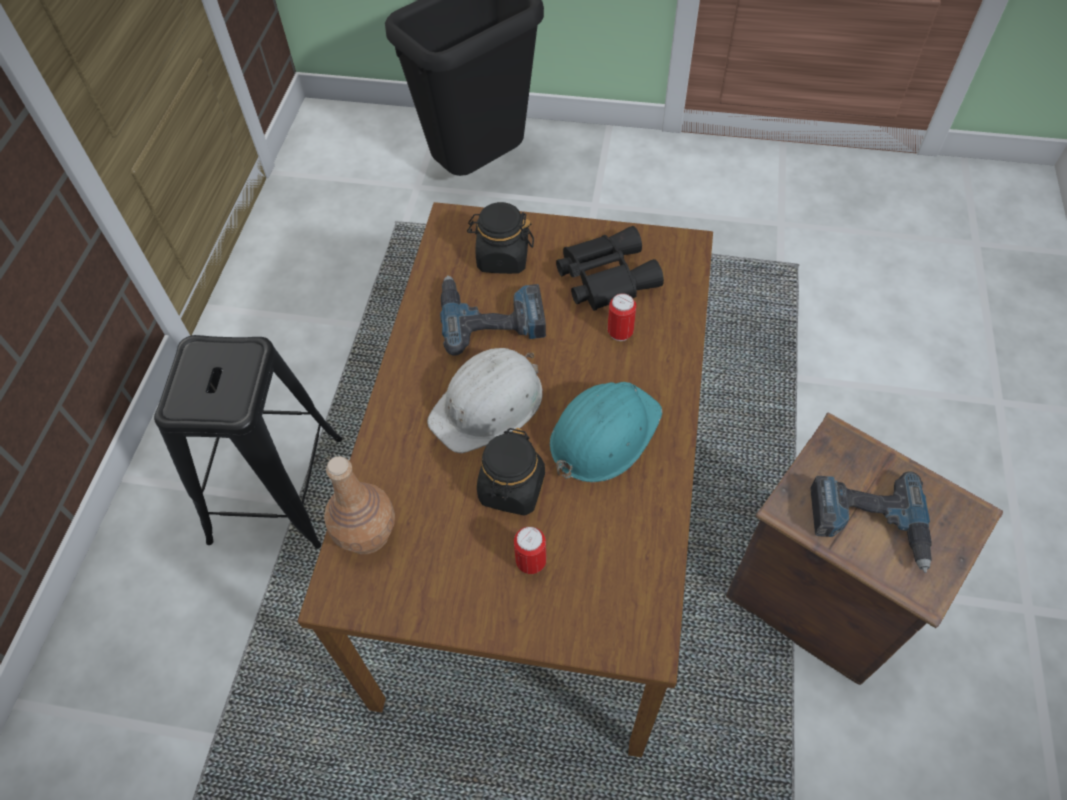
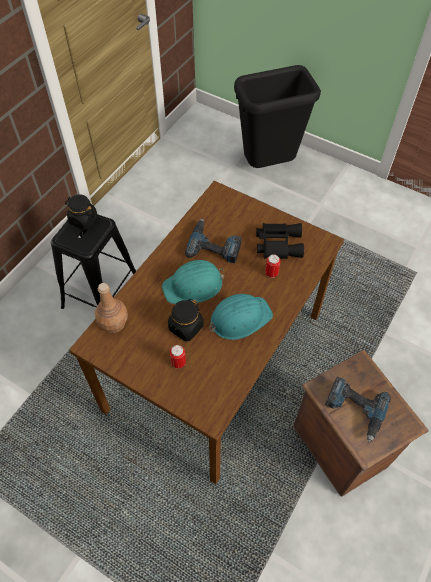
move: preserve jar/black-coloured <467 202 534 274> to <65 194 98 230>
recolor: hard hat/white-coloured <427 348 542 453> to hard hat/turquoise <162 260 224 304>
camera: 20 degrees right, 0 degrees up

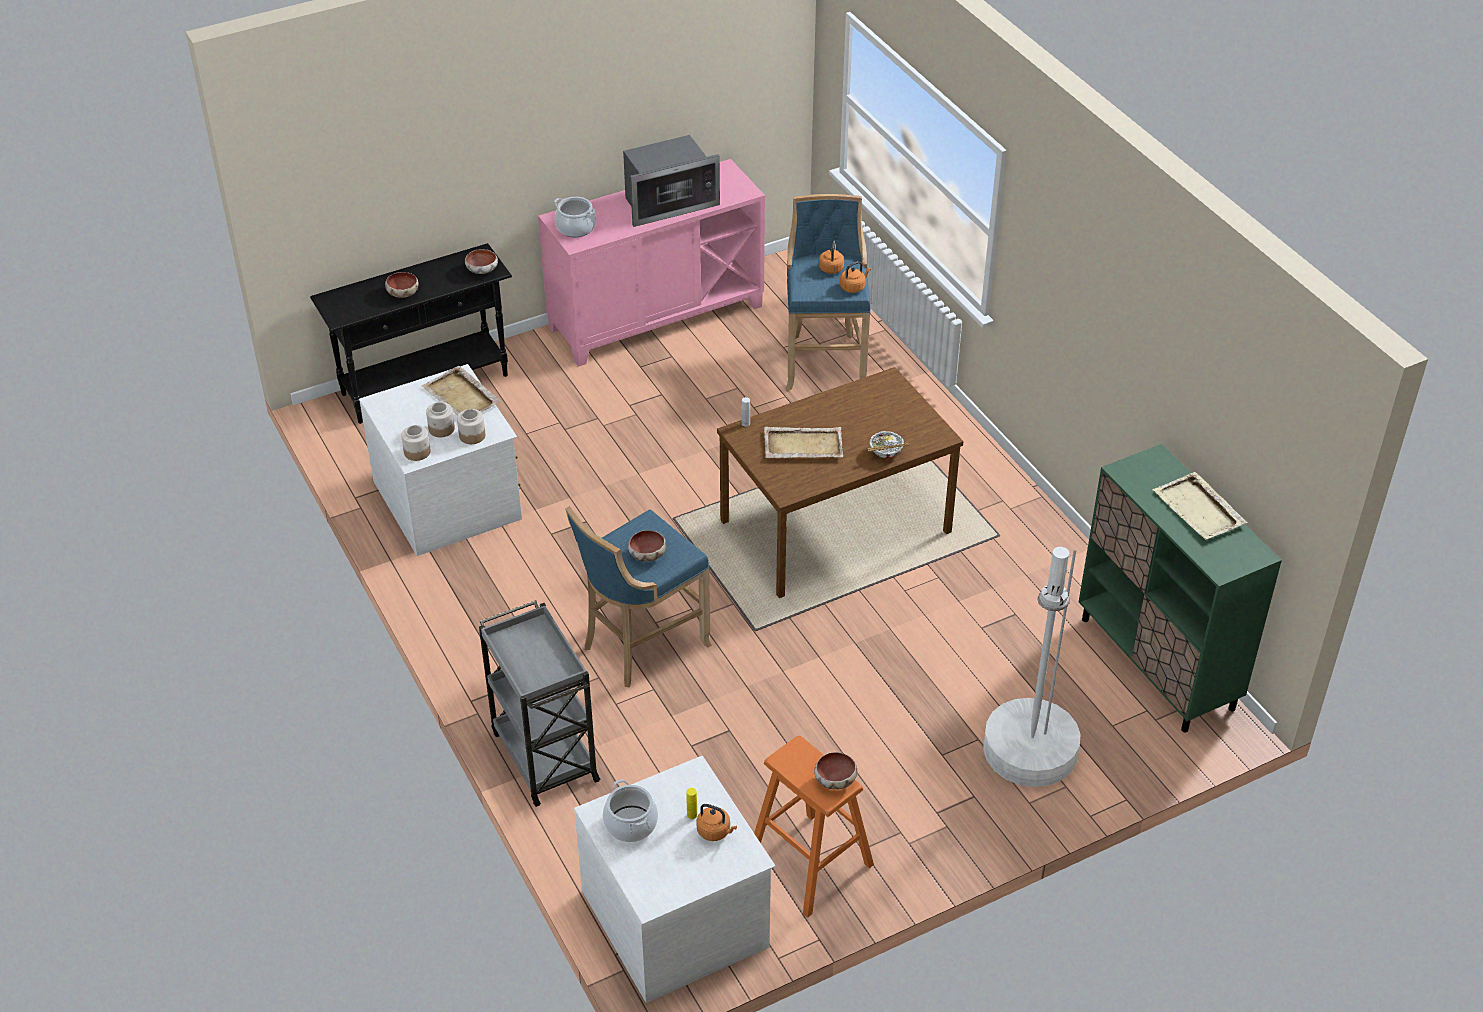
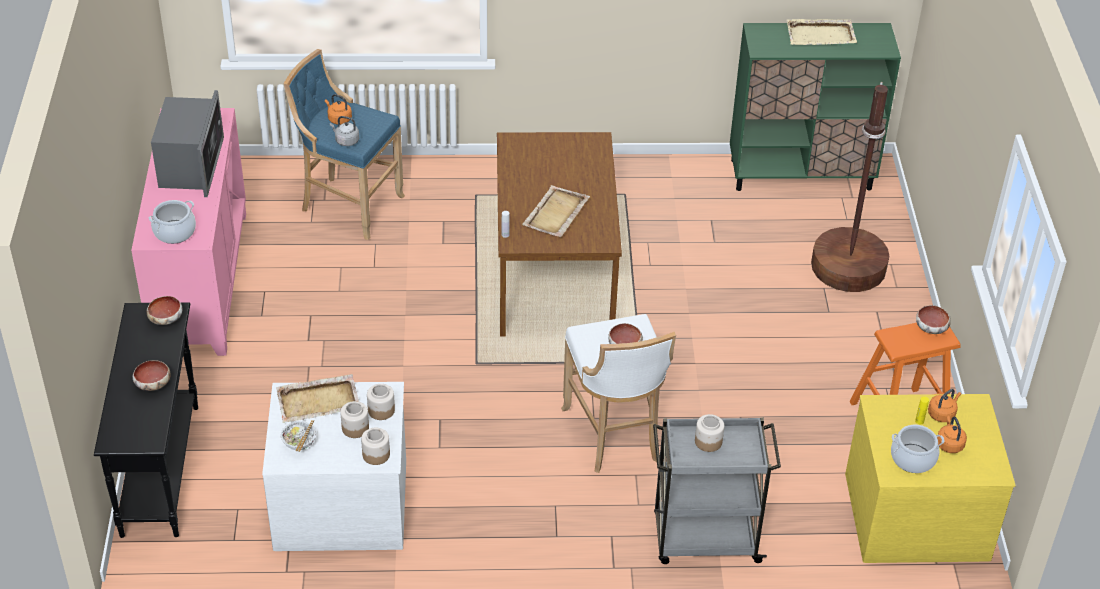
insert: tea kettle/grey <330 116 359 146>; preserve jar <695 414 724 452>
move: tea kettle/orangey <840 261 871 293> to <937 416 967 453>; bowl <867 431 909 458> to <280 420 316 452>
recolor: stool/bluish <565 506 712 688> to stool/white-coloured <561 314 676 473>; dresser/white-coloured <574 756 775 1003> to dresser/yellow <845 394 1016 563>; floor lamp/white-coloured <983 547 1081 787> to floor lamp/brown <811 82 889 292>
camera: 65 degrees left, 0 degrees up

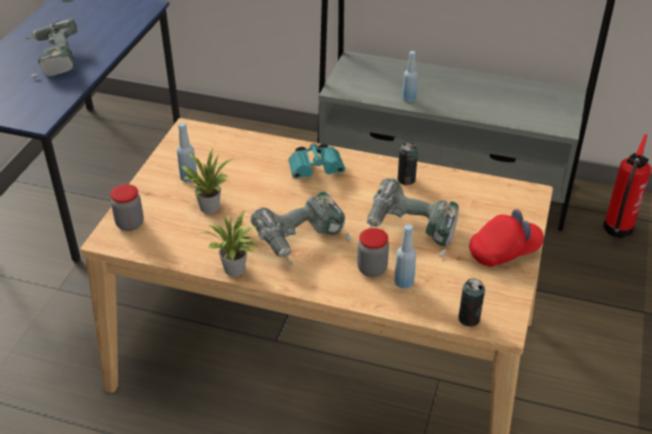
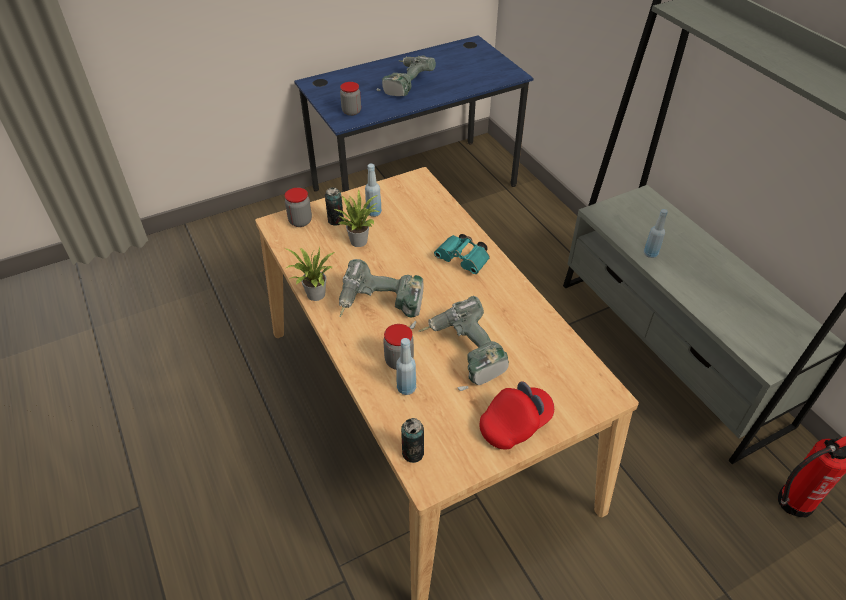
insert: preserve jar <340 82 361 116>
move: can <397 143 418 185> to <325 187 344 226>
rotate: baseball cap/reddish <469 209 544 267> = <480 381 554 449> 60 degrees counterclockwise
camera: 45 degrees right, 5 degrees up

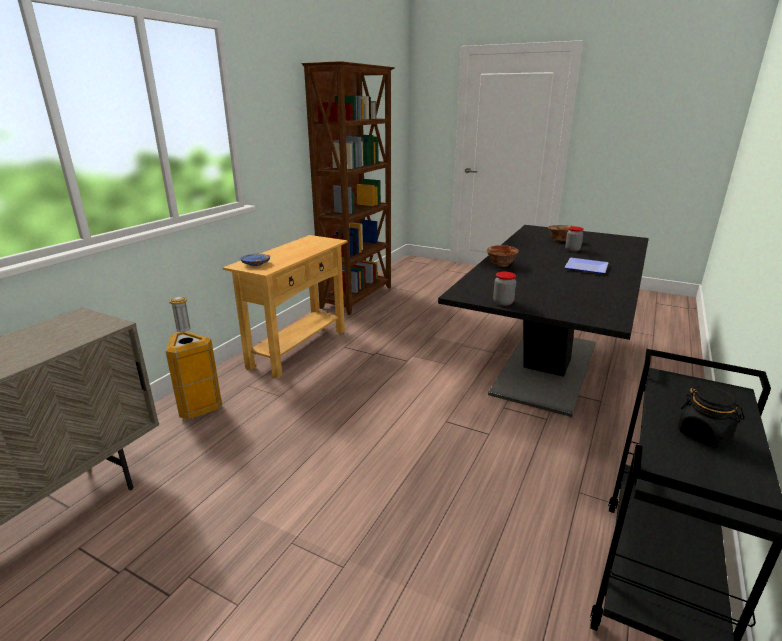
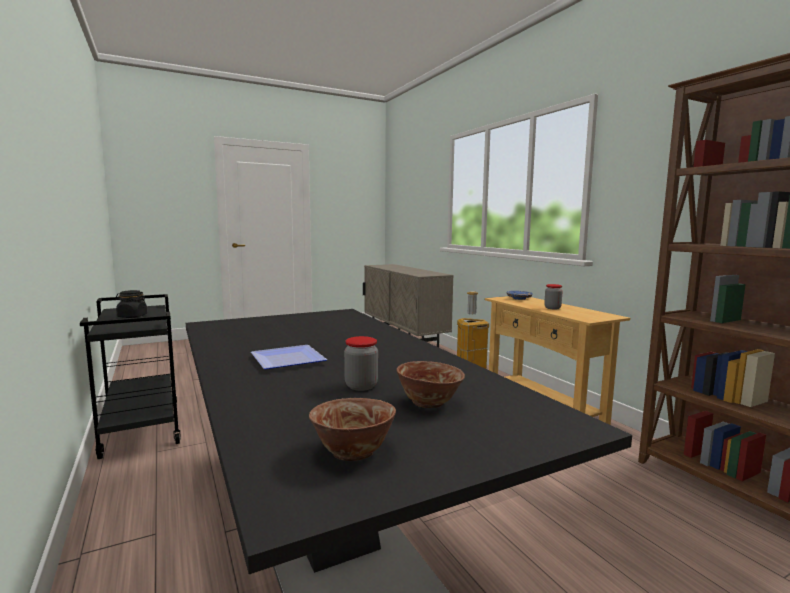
move: bowl <486 245 519 267> to <309 398 396 461>; preserve jar <493 272 516 306> to <544 284 563 309>
camera: 125 degrees right, 15 degrees down

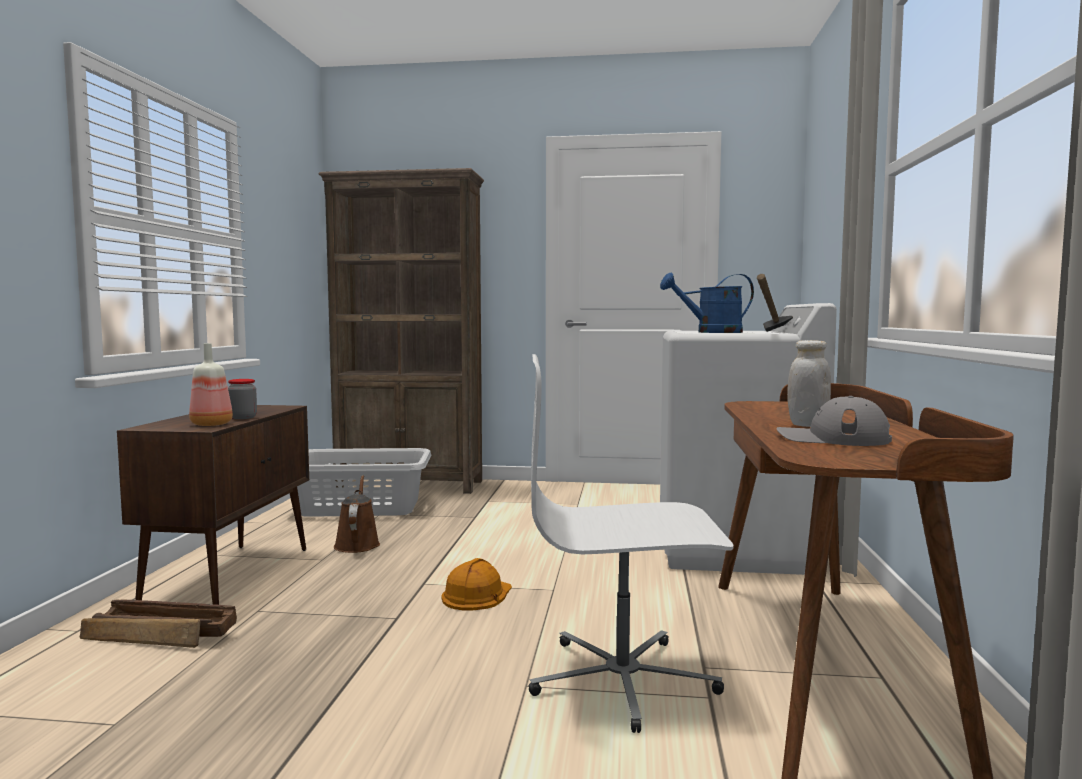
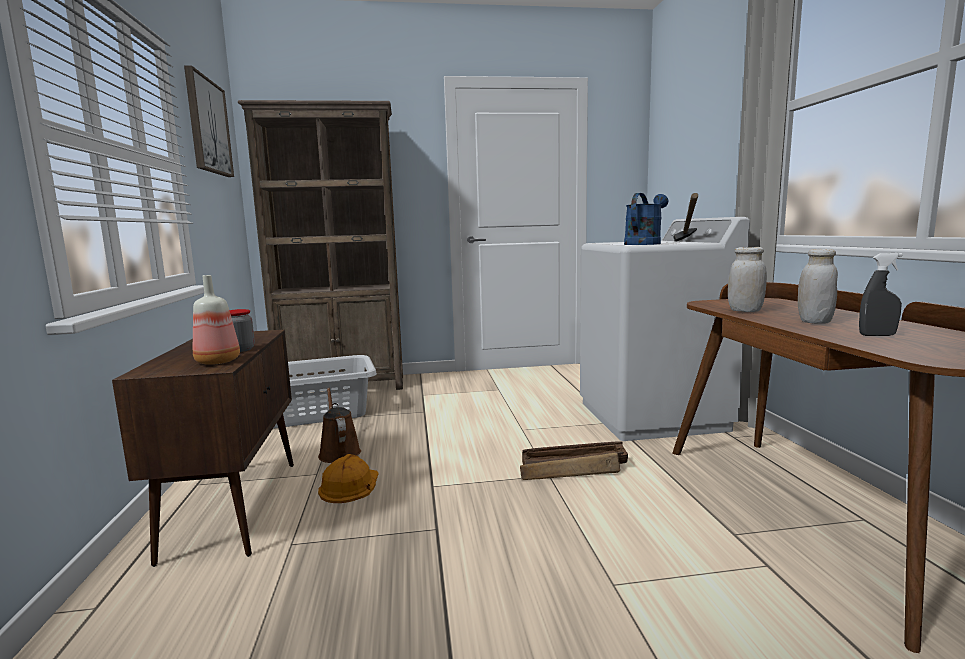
delete: computer chair/white-coloured <529 354 734 733>
insert: wall picture <184 66 234 177>; preserve jar/white-coloured <728 247 767 312>
move: shipping crate <80 599 237 648> to <520 441 628 480>; hard hat/orangey <441 558 512 611> to <318 454 379 503>
replace: baseball cap/grey <777 396 892 446> to hand sprayer/grey <859 253 903 336>
rotate: watering pot/bluish <660 272 754 333> = <624 193 669 245> 150 degrees clockwise
camera: 15 degrees left, 5 degrees up

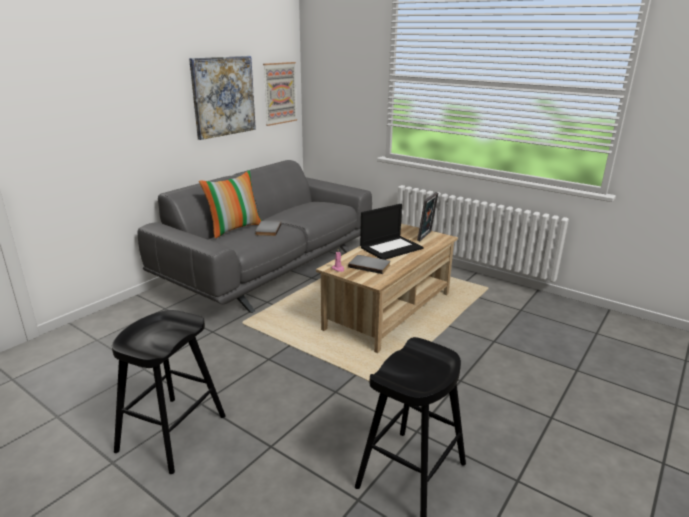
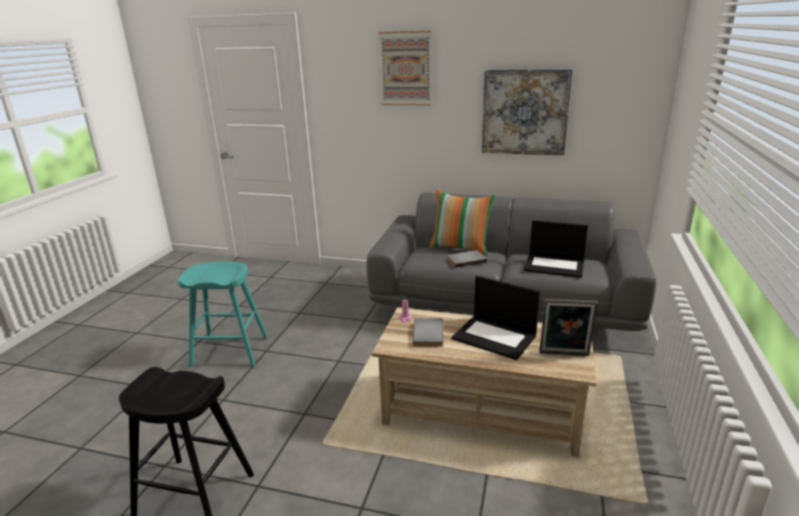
insert: notebook computer <524 220 588 278>
move: wall picture <263 62 297 126> to <378 30 432 105>
recolor: stool/black-coloured <112 310 225 474> to stool/turquoise <178 261 268 367>
camera: 70 degrees right, 0 degrees up

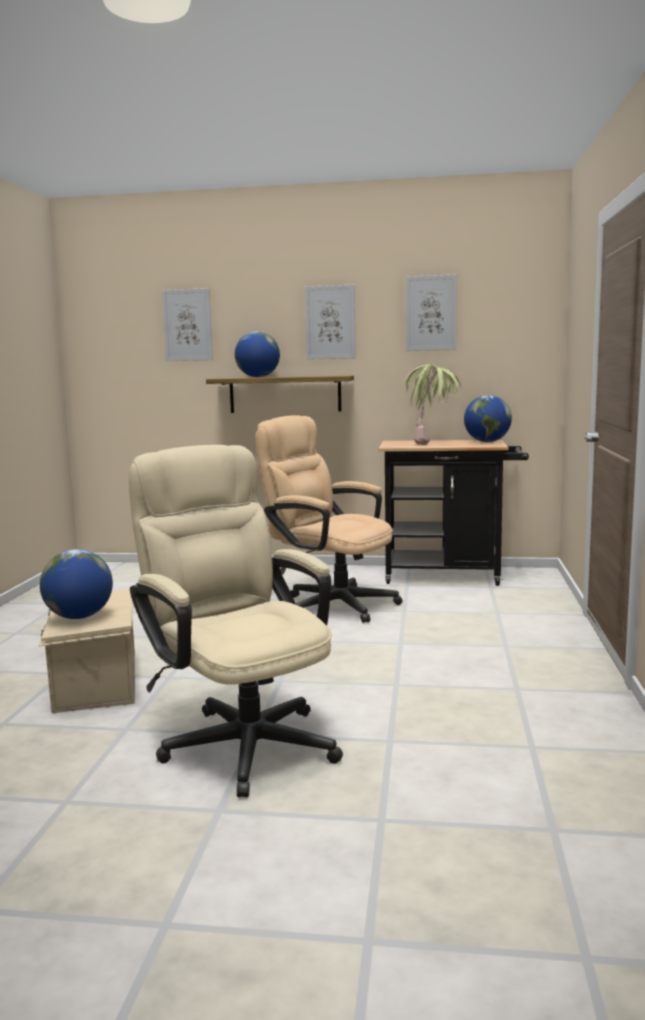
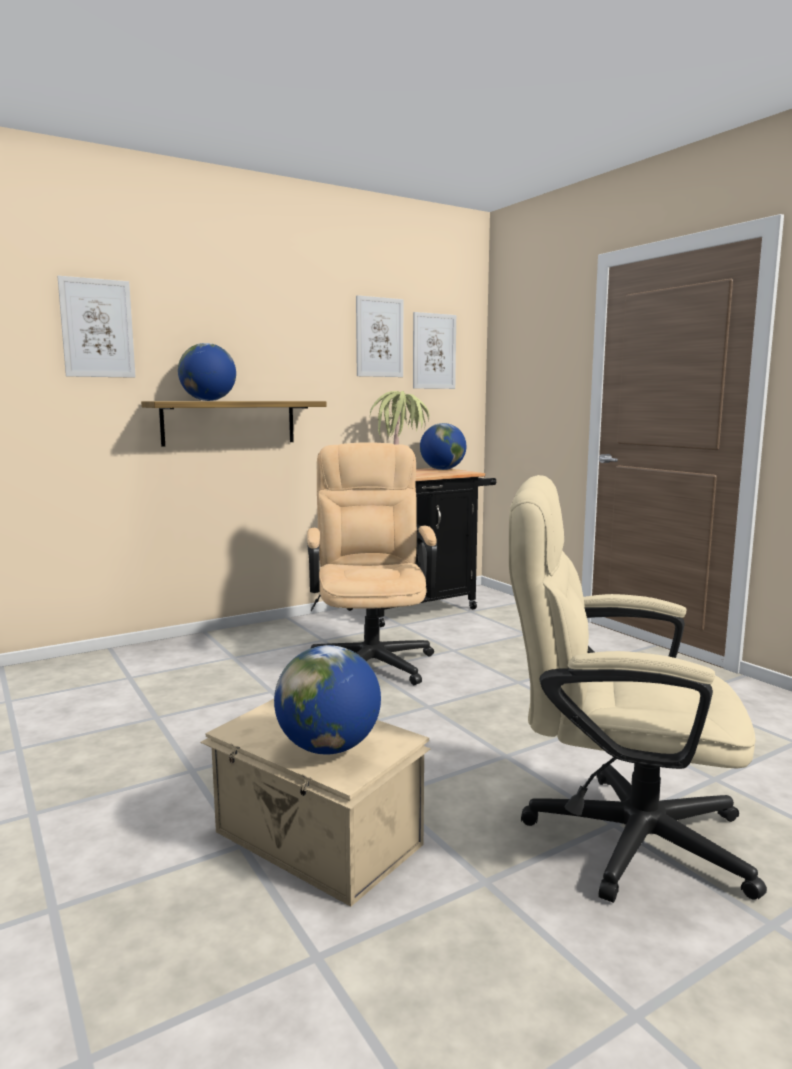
move: wall picture <305 285 356 360> to <413 312 456 389>
rotate: computer chair/beige-coloured <255 415 403 623> = <307 442 437 685> 90 degrees clockwise
camera: 40 degrees left, 0 degrees up

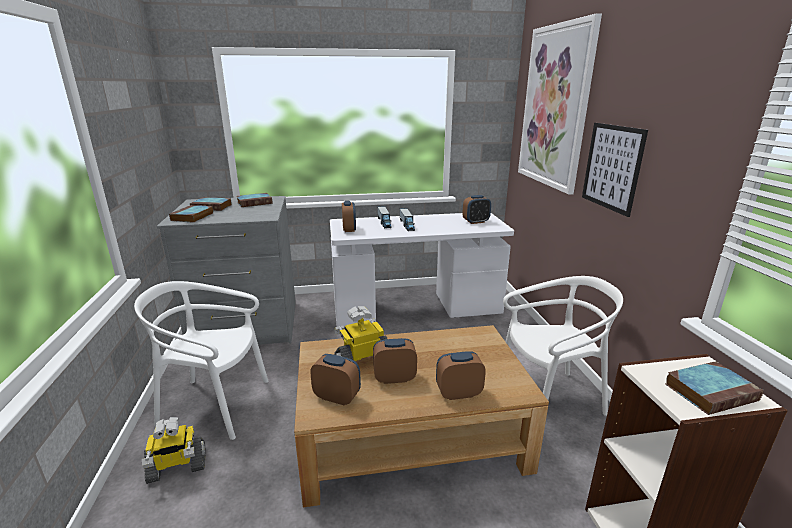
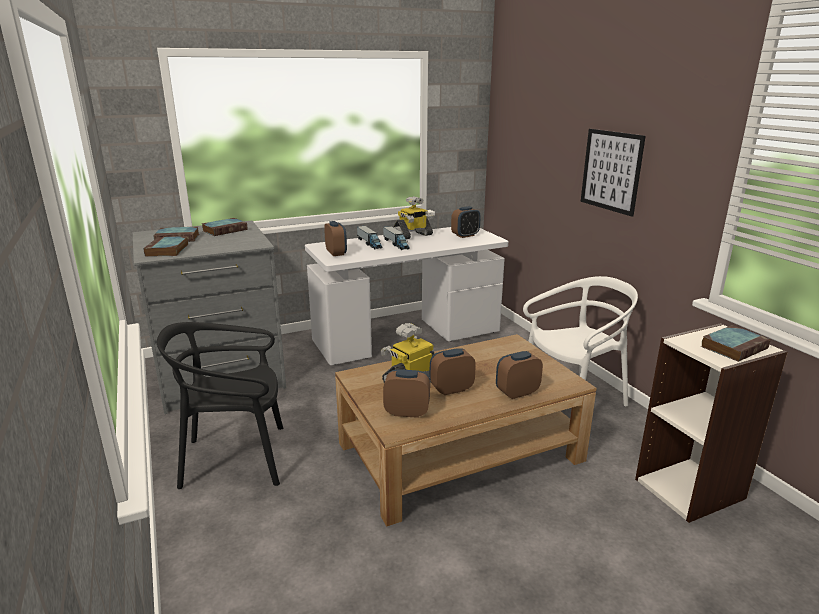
delete: wall picture <518 13 602 195>
move: toy robot <142 417 206 484> to <393 196 434 239>
recolor: upright chair/white-coloured <134 281 269 440> to upright chair/black-coloured <157 322 283 489>
camera: 15 degrees left, 0 degrees up

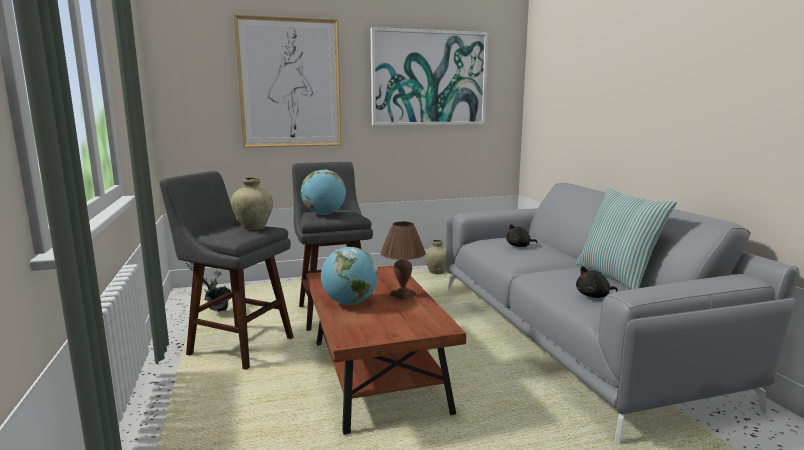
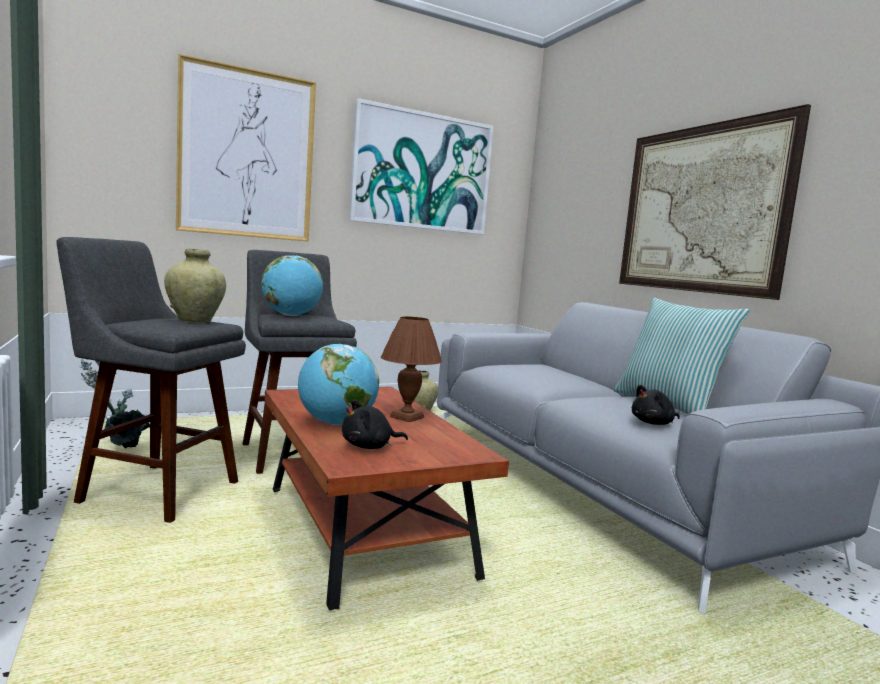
insert: wall picture <619 104 811 300>
move: cuddly toy/black-coloured <506 224 537 247> to <342 400 408 449>
camera: 10 degrees left, 5 degrees down

